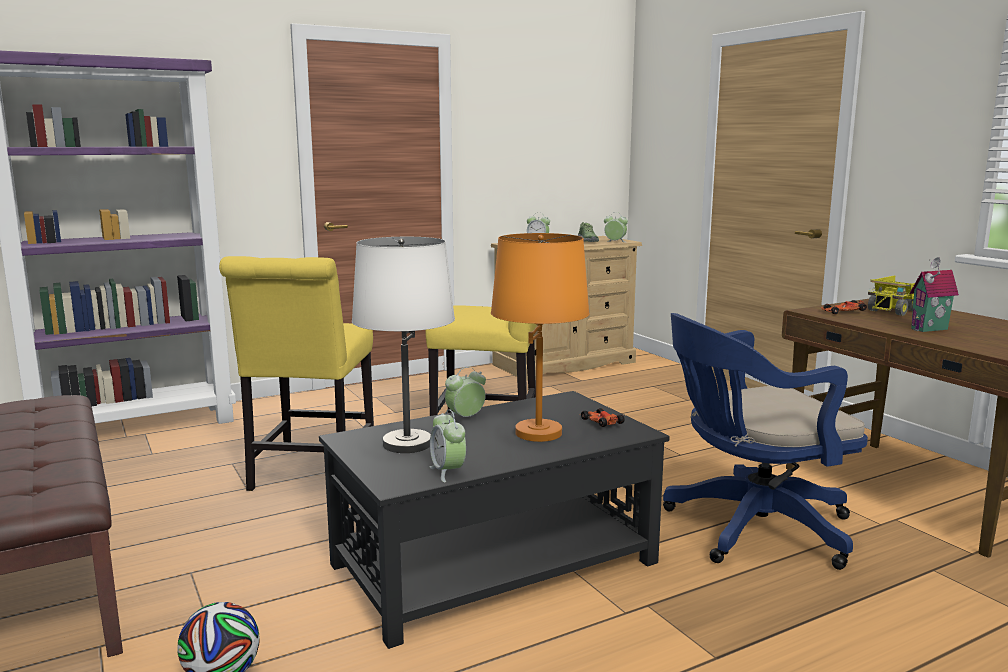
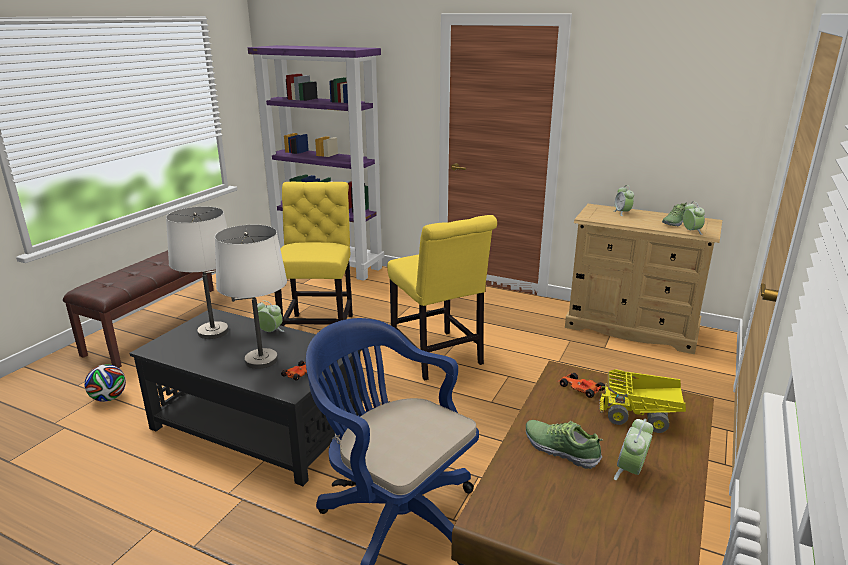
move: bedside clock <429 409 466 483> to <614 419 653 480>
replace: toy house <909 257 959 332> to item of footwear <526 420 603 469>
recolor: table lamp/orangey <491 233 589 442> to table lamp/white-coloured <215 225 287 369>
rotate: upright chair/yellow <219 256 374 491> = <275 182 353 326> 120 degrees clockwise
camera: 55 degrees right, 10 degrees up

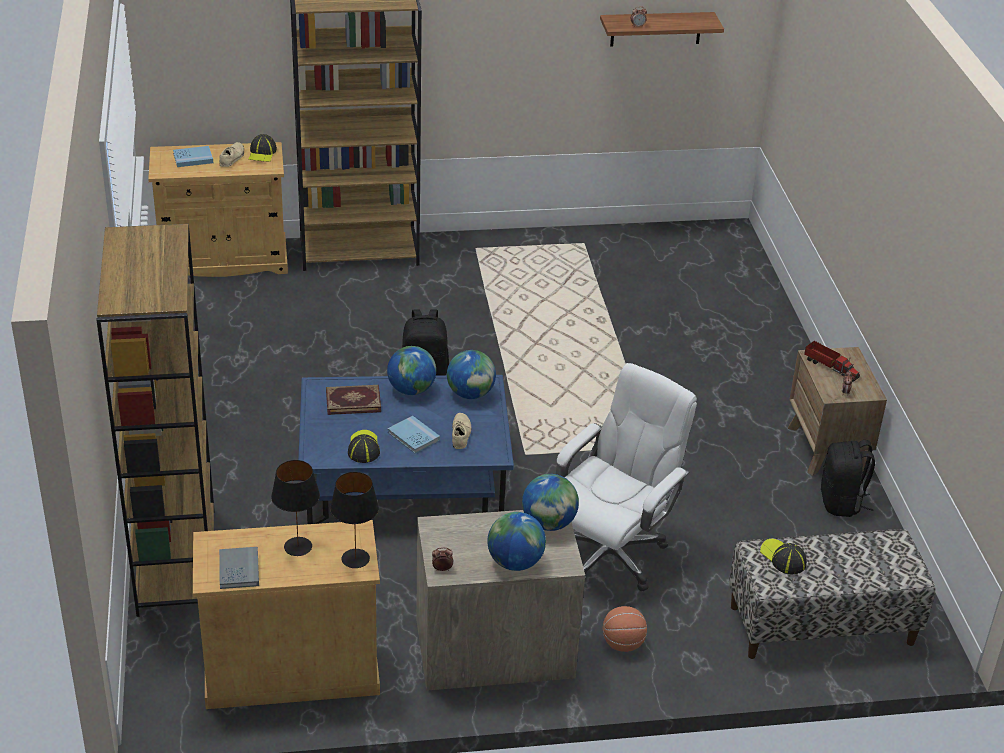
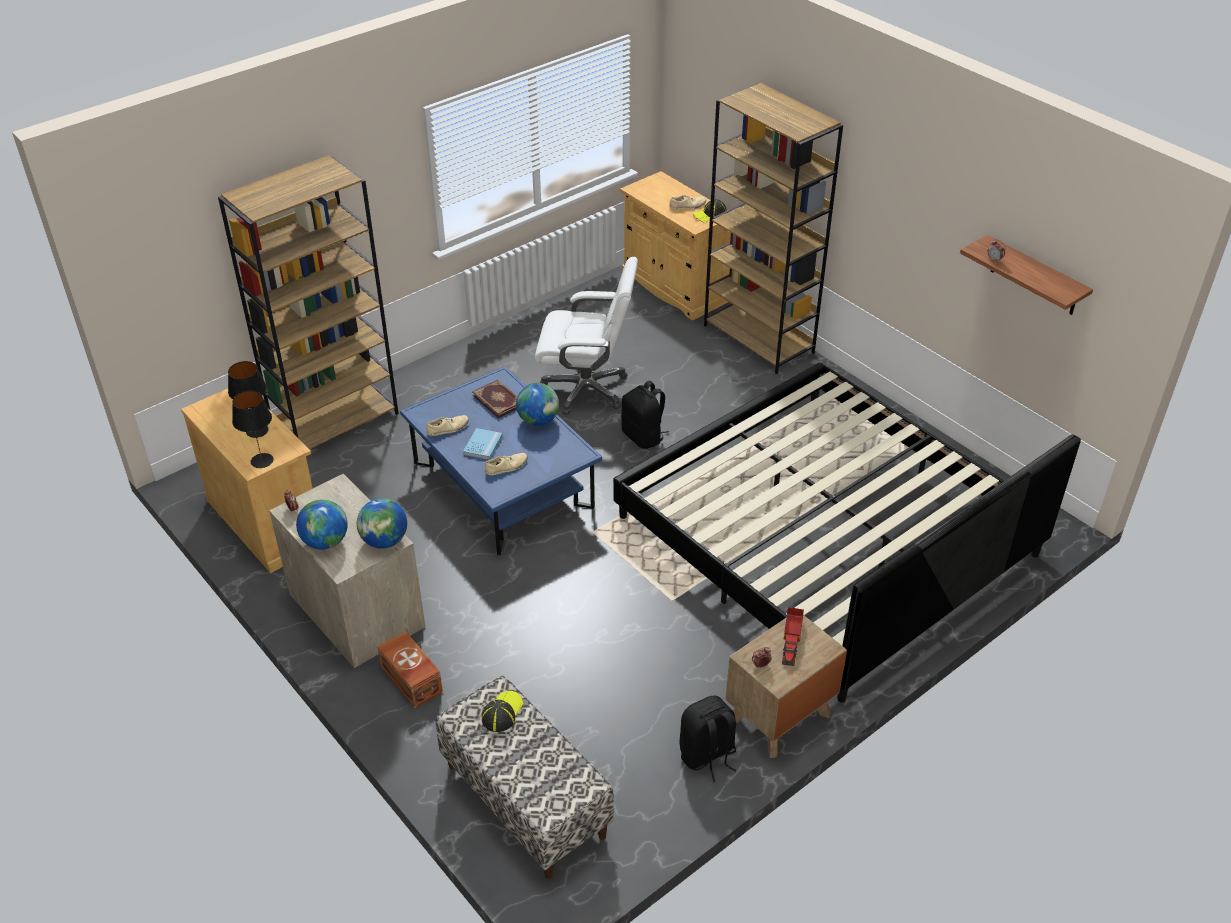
delete: volume/bluish <173 146 213 167>; volume/grey <219 547 259 589>; desk globe <447 350 496 399>
insert: bed <613 362 1081 702>
move: computer chair/white-coloured <556 363 697 592> to <535 257 638 415>
replace: baseball cap <348 430 380 463> to item of footwear/beige-coloured <426 415 469 436>; ball for basketball <603 606 647 652> to storage bin/brown <377 631 443 708>
camera: 60 degrees right, 5 degrees up

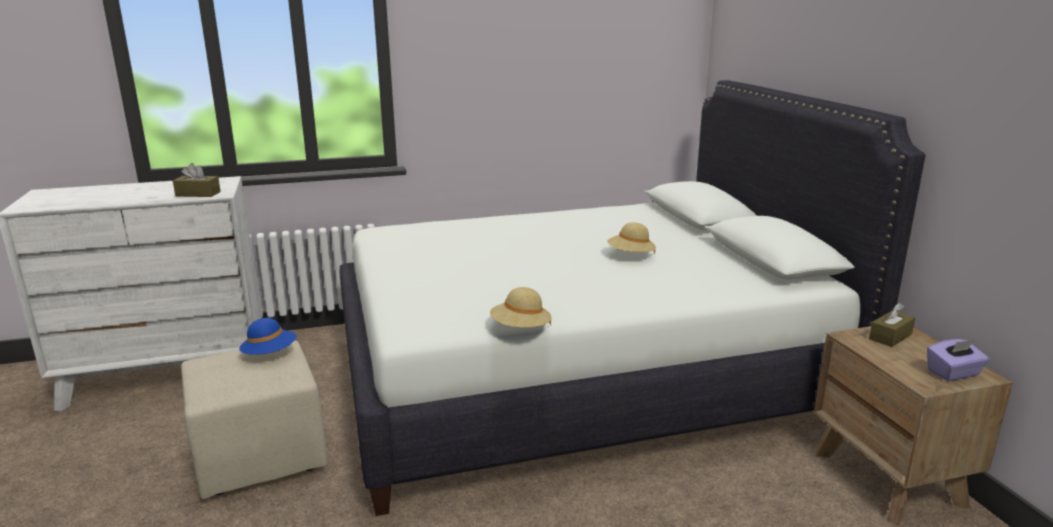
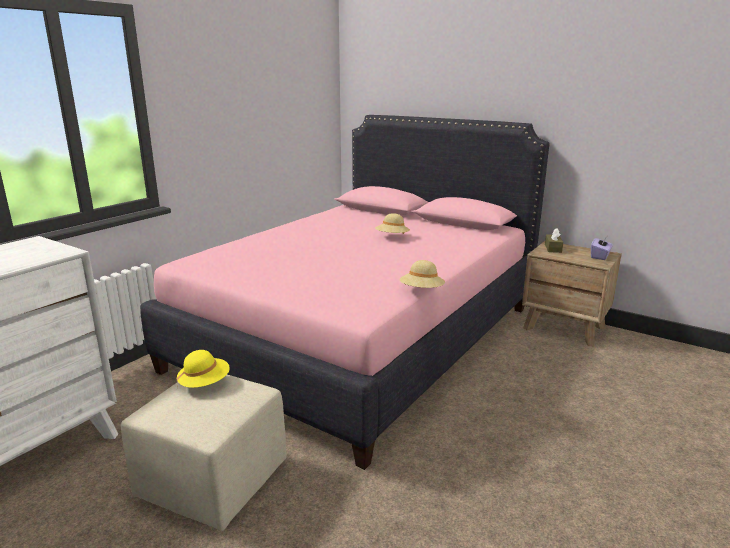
delete: tissue box/brown <173 163 221 197>
recolor: hat/bluish <239 318 297 355> to hat/yellow <177 350 230 388>; bed/white-coloured <340 80 926 516> to bed/pinkish <140 115 550 470>
camera: 40 degrees left, 0 degrees up

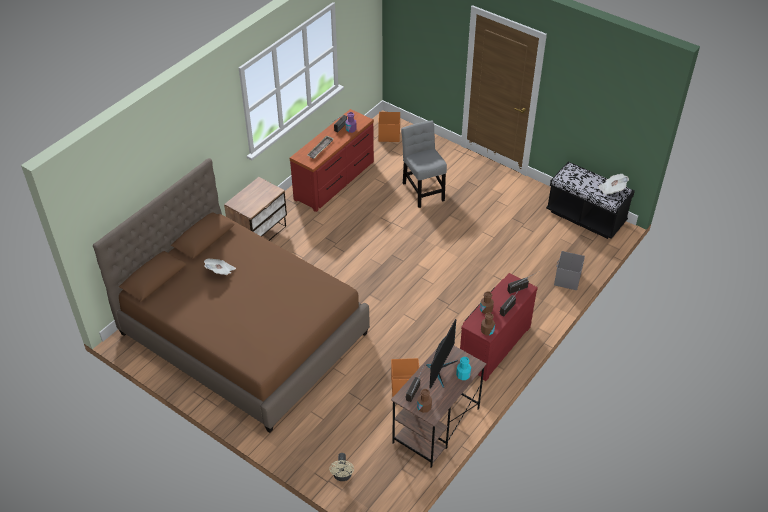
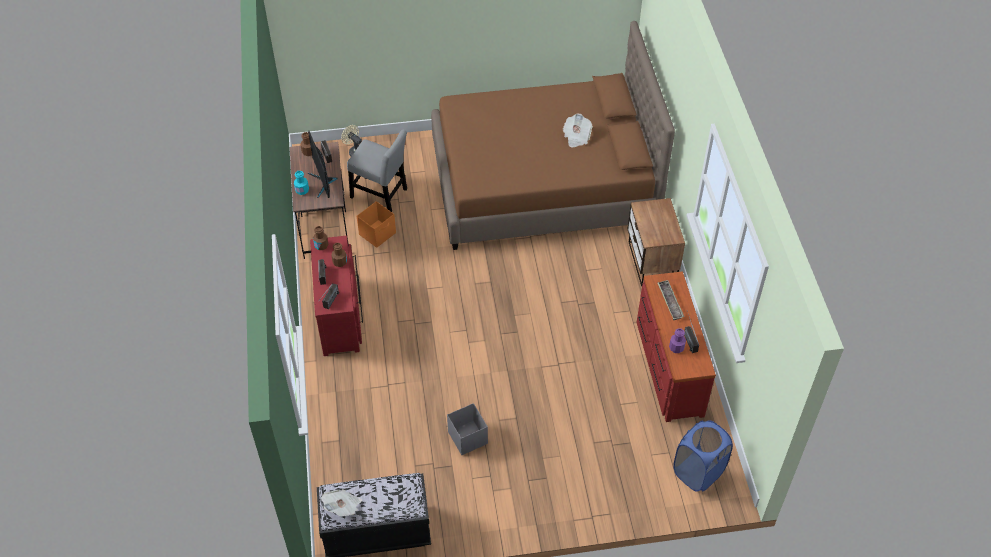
move: upright chair/grey <401 120 447 208> to <347 129 407 212>; storage bin/grey <554 251 585 290> to <447 403 488 455>
replace: storage bin/orangey <378 112 400 142> to laundry basket/bluish <673 420 733 492>
camera: 135 degrees right, 5 degrees up

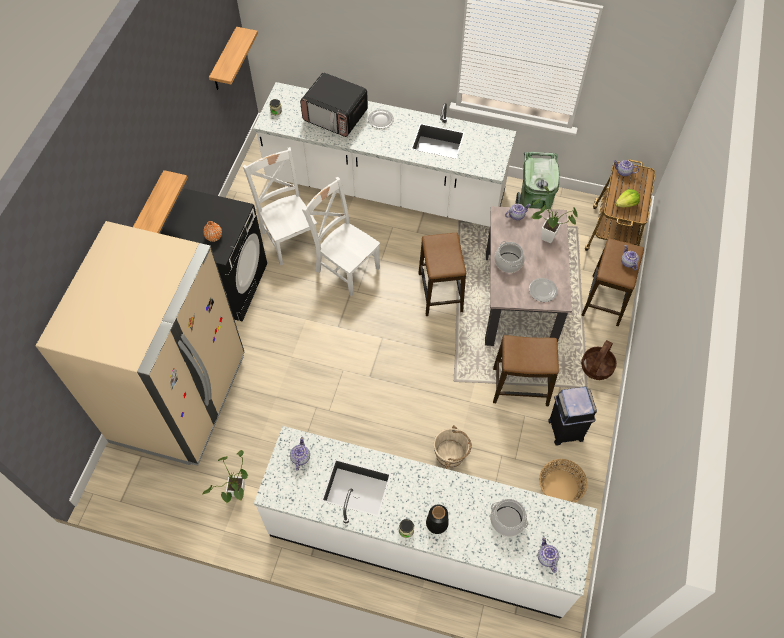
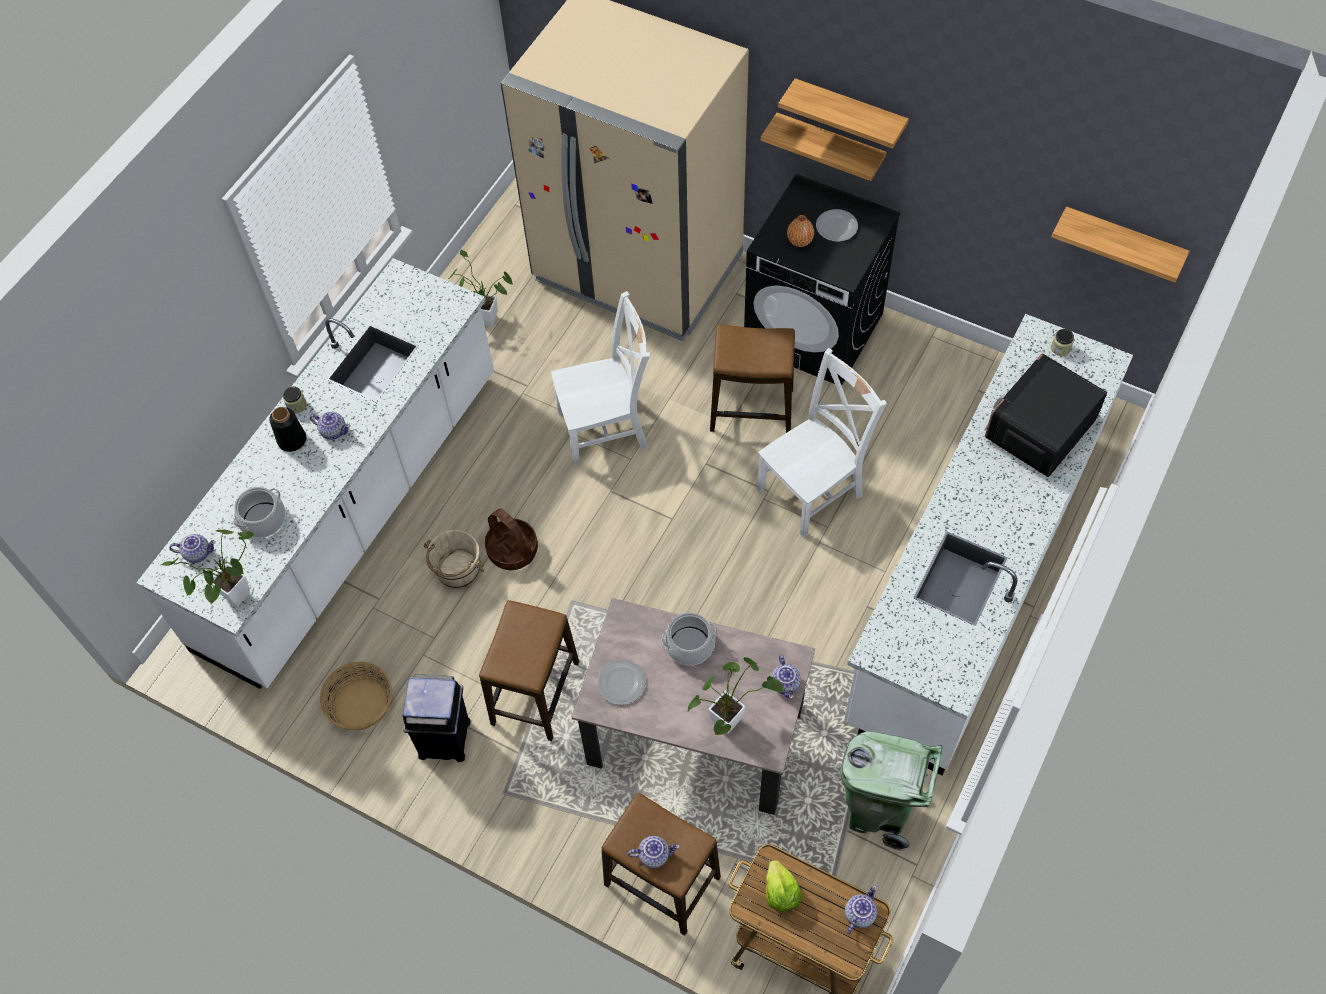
insert: potted plant <161 530 254 606>; bracket shelf <778 78 909 148>
move: upright chair/white-coloured <243 147 317 265> to <551 291 650 466>; tea pot <290 437 310 471> to <310 412 350 440>; plate <368 109 394 129> to <816 209 858 242>; stool <419 233 466 316> to <710 325 795 433>; household basket <581 340 617 380> to <485 509 538 570>
camera: 105 degrees right, 0 degrees up

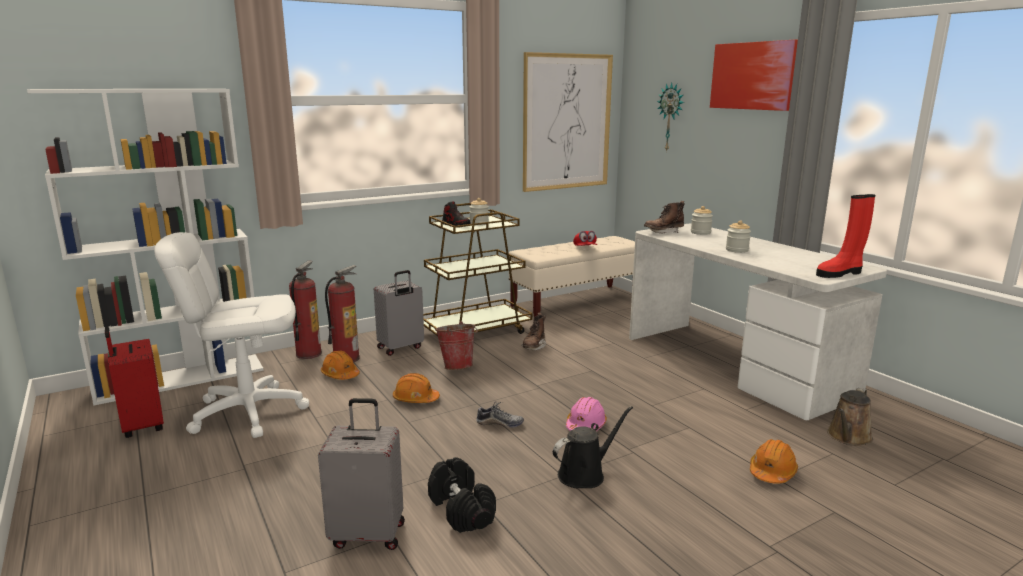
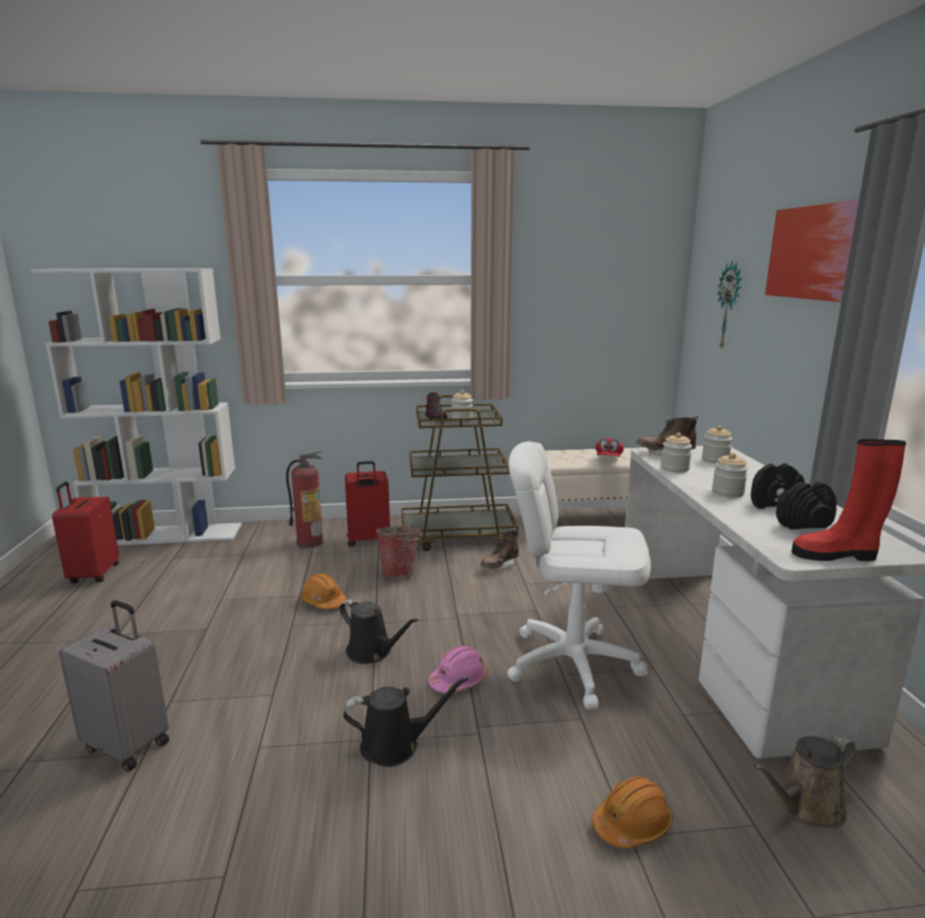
delete: fire extinguisher <289 261 322 359>; hard hat/orangey <321 351 360 380>; wall picture <523 52 613 192>
insert: preserve jar <661 433 692 473>
move: computer chair/white-coloured <154 232 309 438> to <507 442 651 710>; dumbbell/black-coloured <428 457 496 533> to <751 463 837 529>
replace: item of footwear <476 402 524 428> to watering pot/black-coloured <339 599 418 664>
recolor: piece of luggage/grey <374 270 424 356> to piece of luggage/reddish <345 461 390 547>
camera: 25 degrees right, 0 degrees up

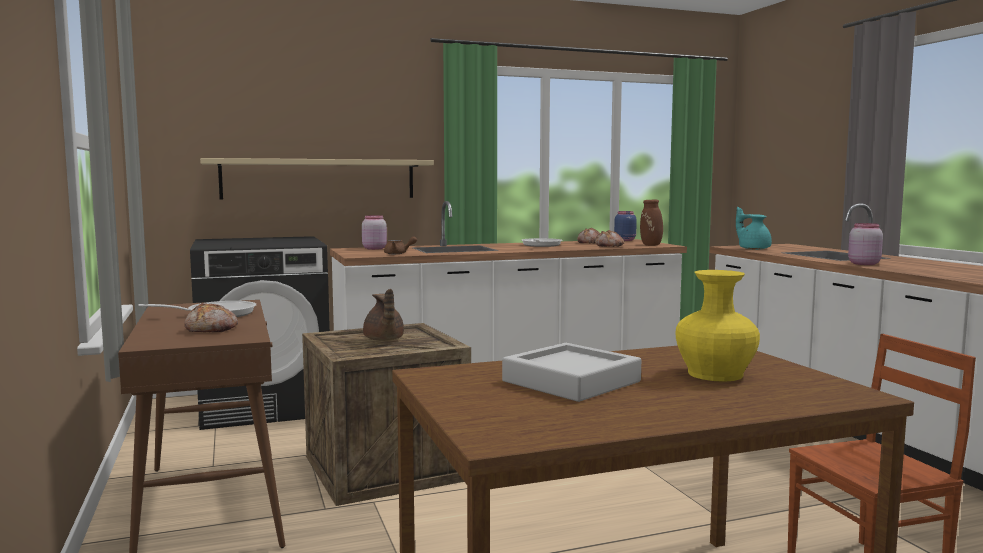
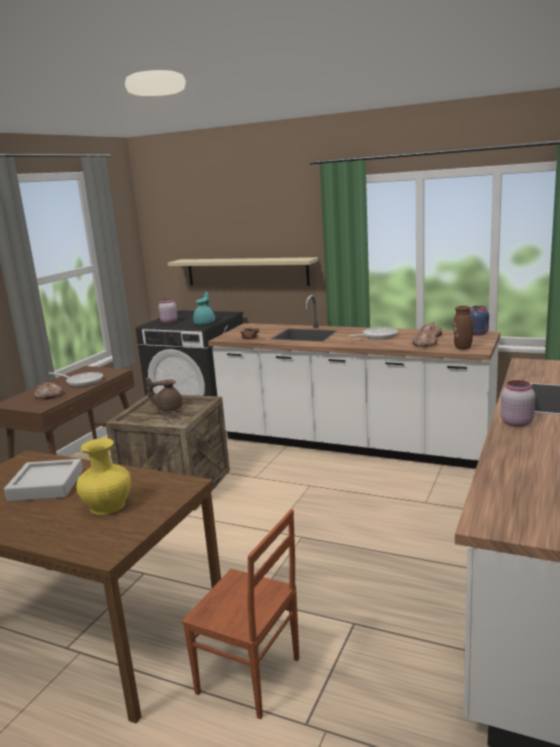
move: preserve jar/pinkish <362 215 387 250> to <159 299 177 324>; tea pot/turquoise <736 207 772 250> to <193 292 215 325>
rotate: tea pot/brown <363 289 404 341> = <145 377 183 411> 60 degrees clockwise
camera: 45 degrees right, 10 degrees up

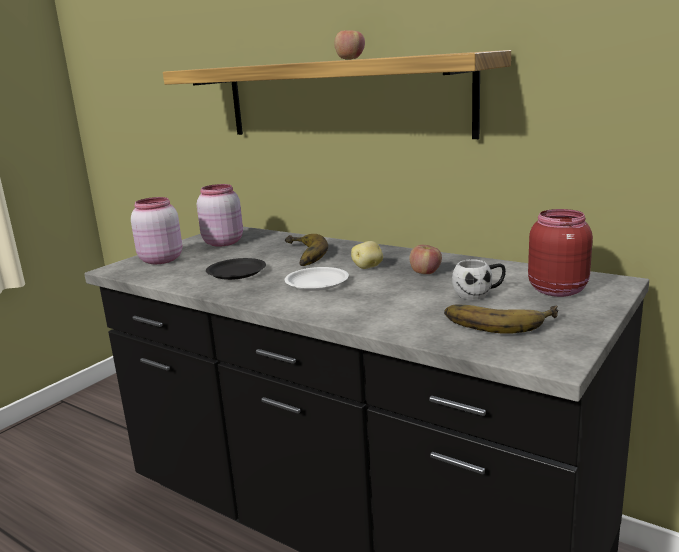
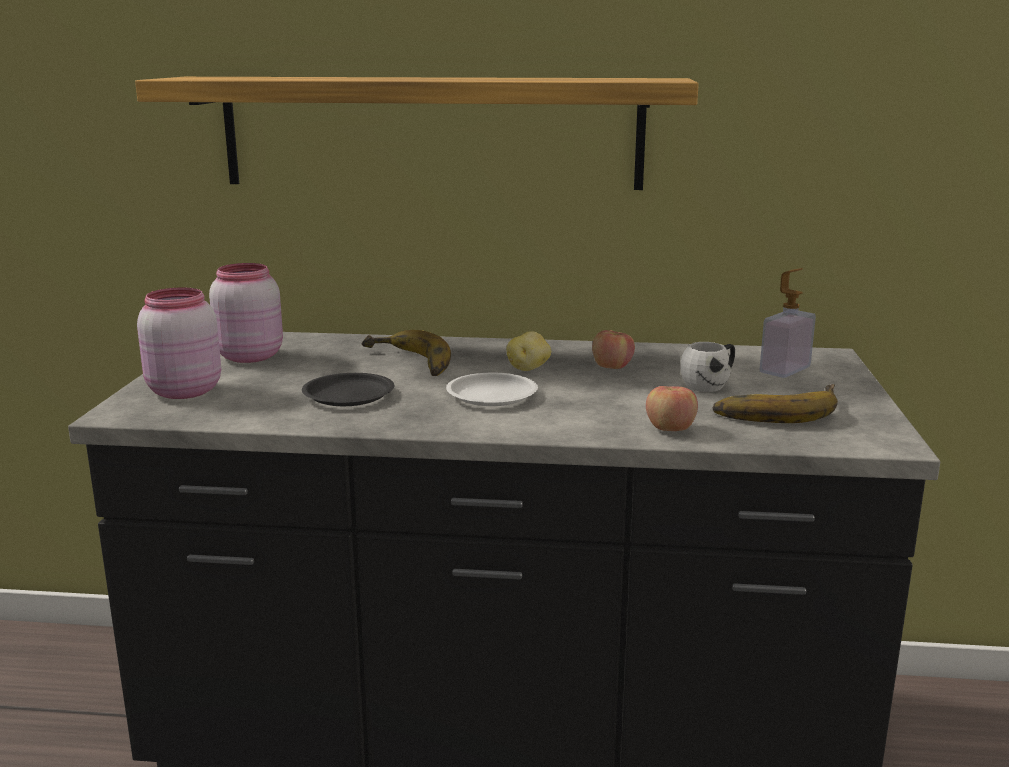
move: apple <334 30 365 59> to <646 386 698 431>
replace: preserve jar/reddish <528 209 593 297> to soap bottle <760 268 816 378>
camera: 30 degrees left, 0 degrees up

